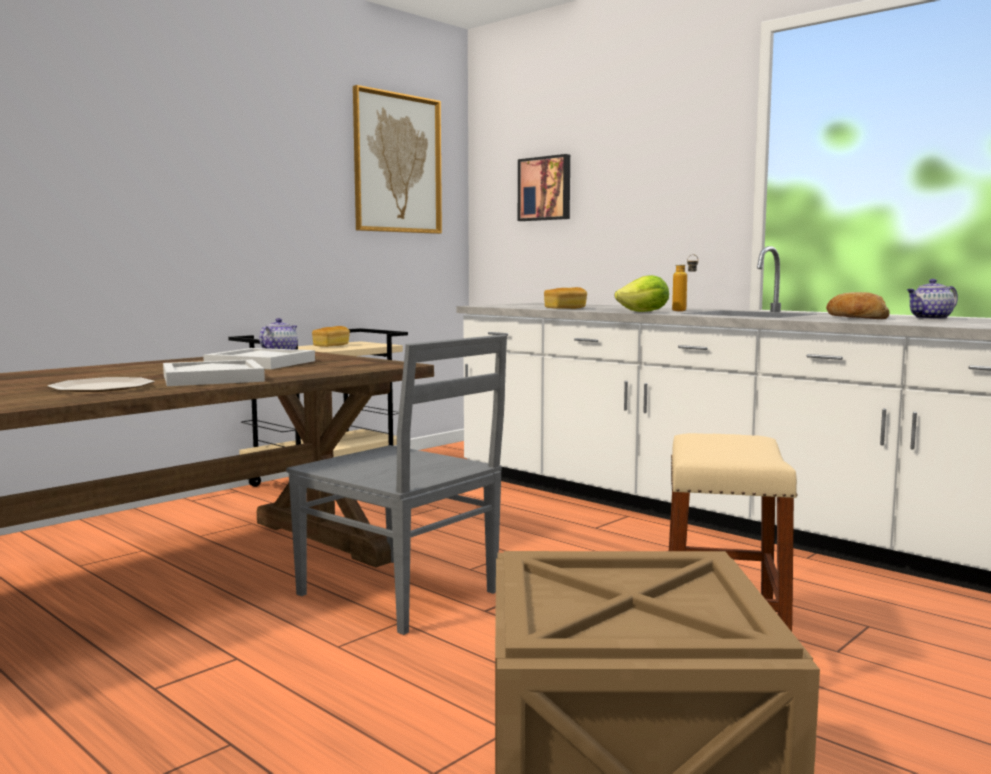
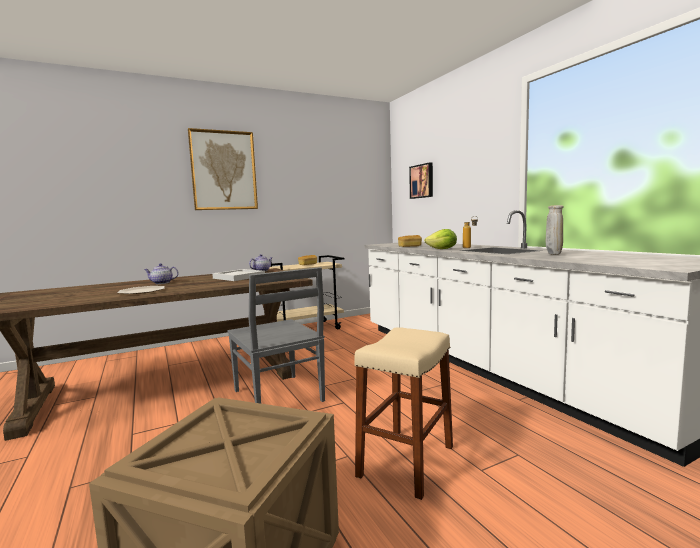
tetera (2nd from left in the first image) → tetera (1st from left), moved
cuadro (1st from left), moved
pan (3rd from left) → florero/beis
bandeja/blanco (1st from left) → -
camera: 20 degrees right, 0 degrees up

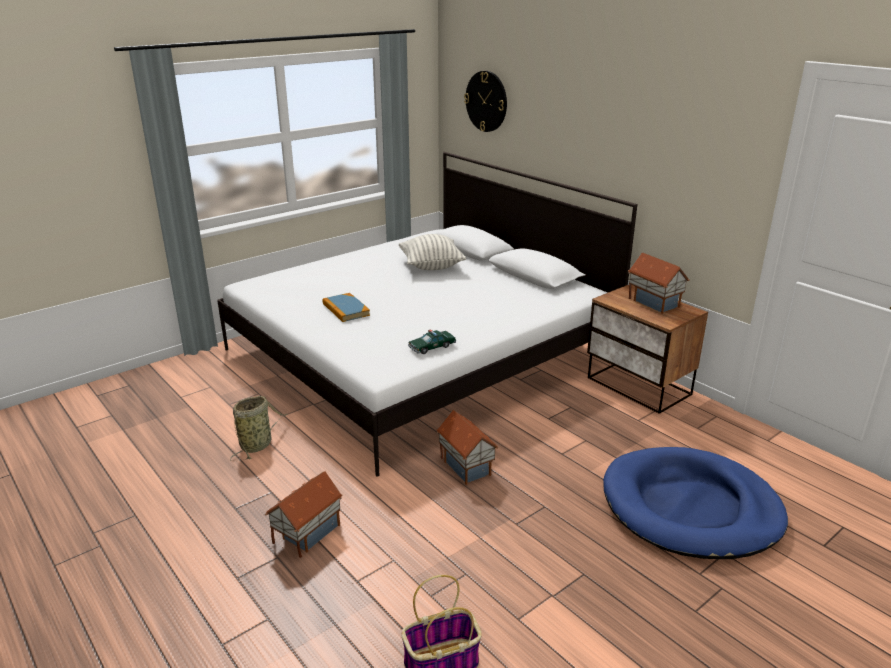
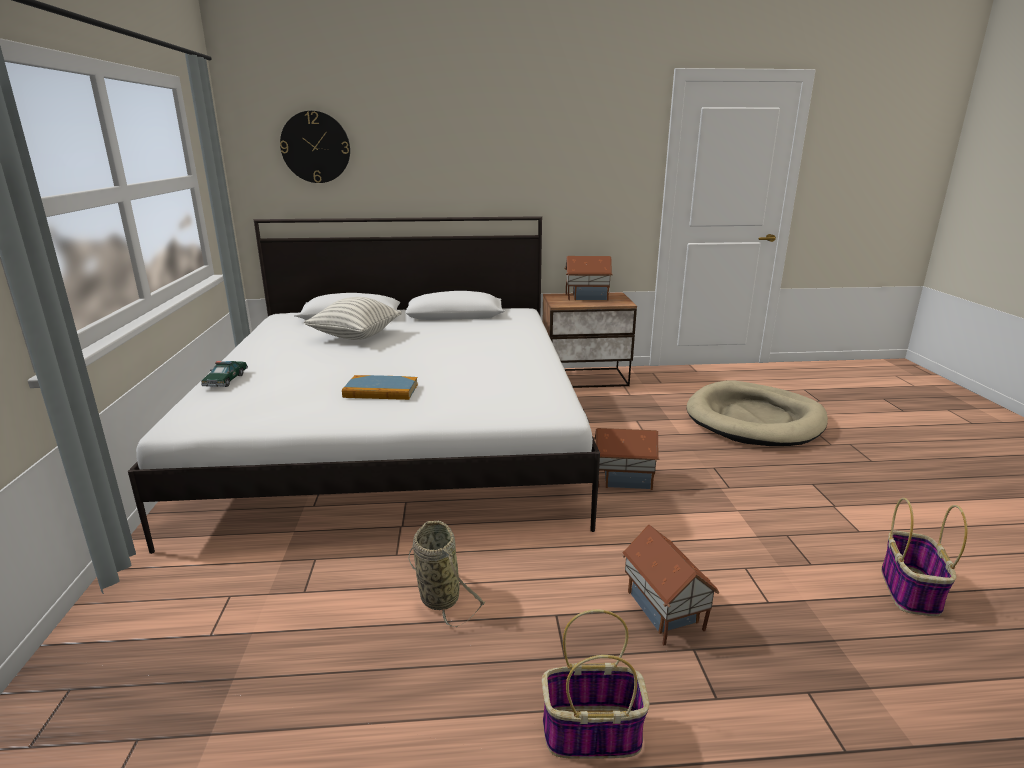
coche de juguete, moved
- → cesta (2nd from left)
cama para perro/azul → cama para perro/beis
camera: 55 degrees left, 5 degrees down

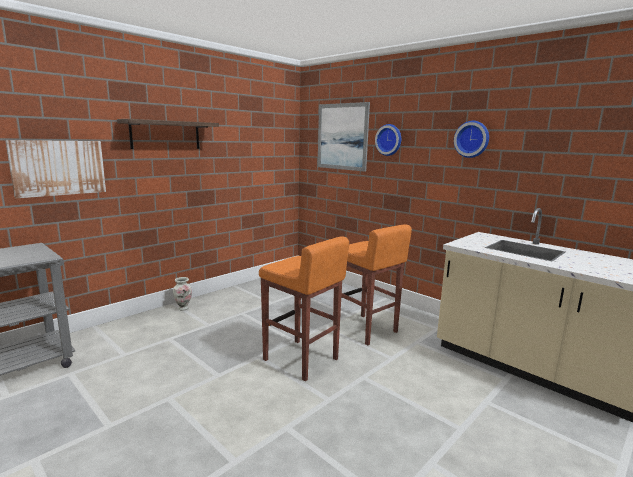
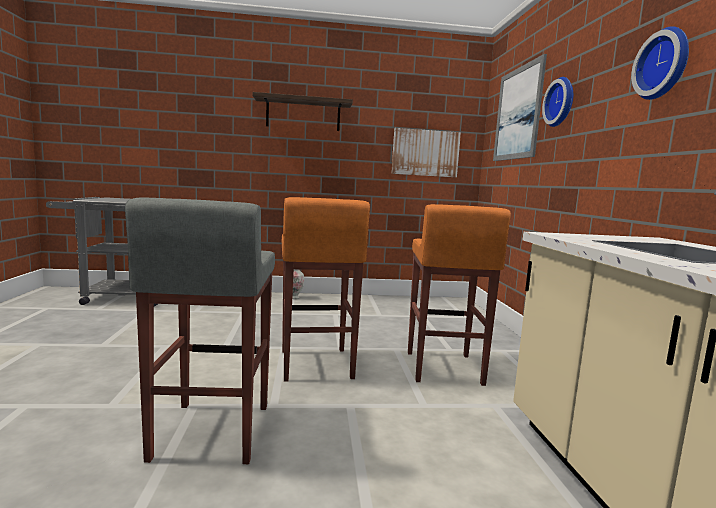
- → taburete/gris
cuadro (1st from left), moved
camera: 40 degrees right, 5 degrees down

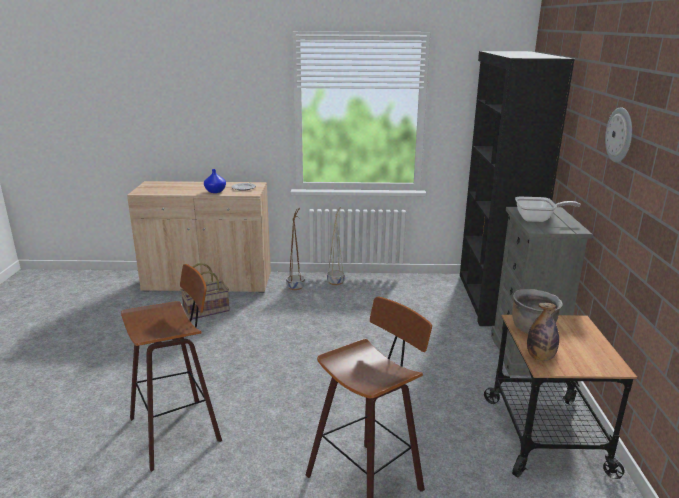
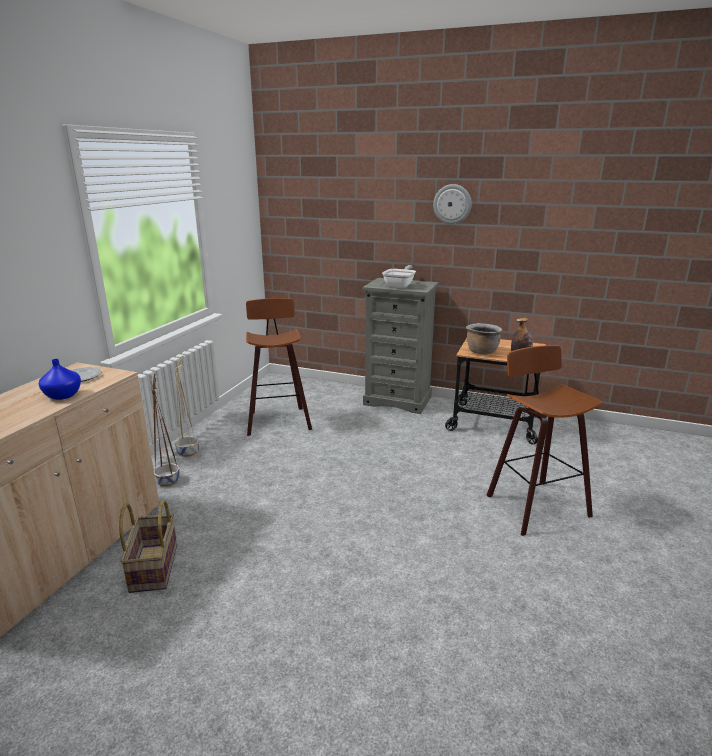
taburete (1st from left), moved
estantería/negro → -
camera: 70 degrees left, 0 degrees up

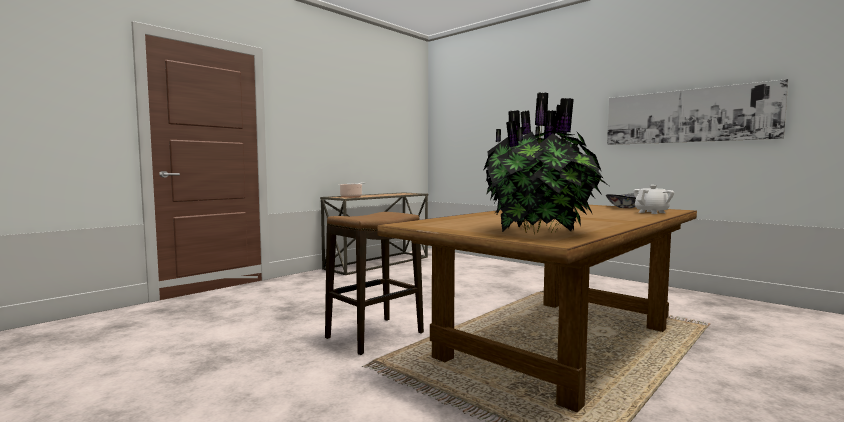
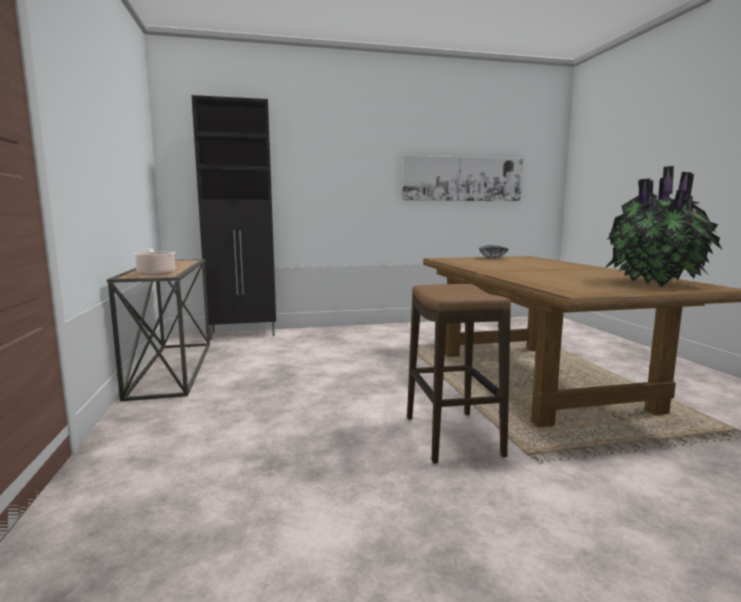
- → armario/negro
tetera/blanco → -
camera: 55 degrees left, 5 degrees up

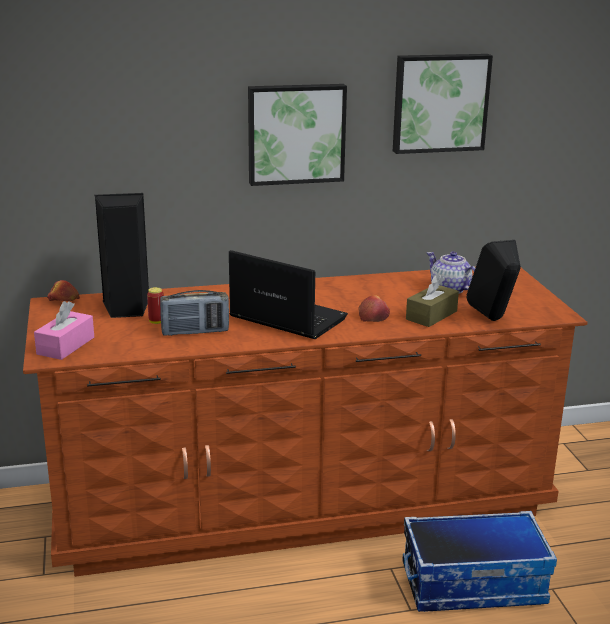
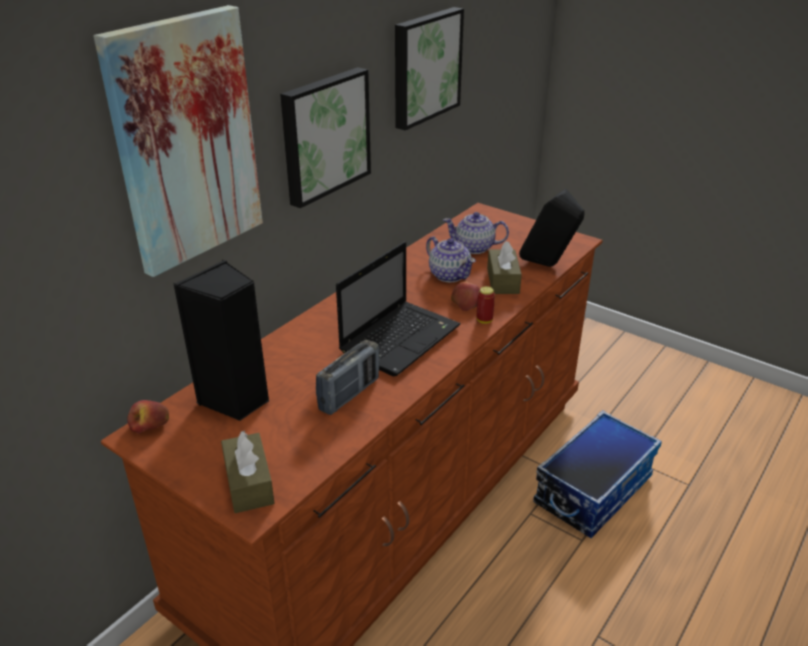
- → cuadro (1st from left)
caja de pañuelos/rosa → caja de pañuelos/marrón (1st from left)
portátil, 135 degrees clockwise
- → tetera (1st from left)
lata, moved
camera: 40 degrees left, 10 degrees up

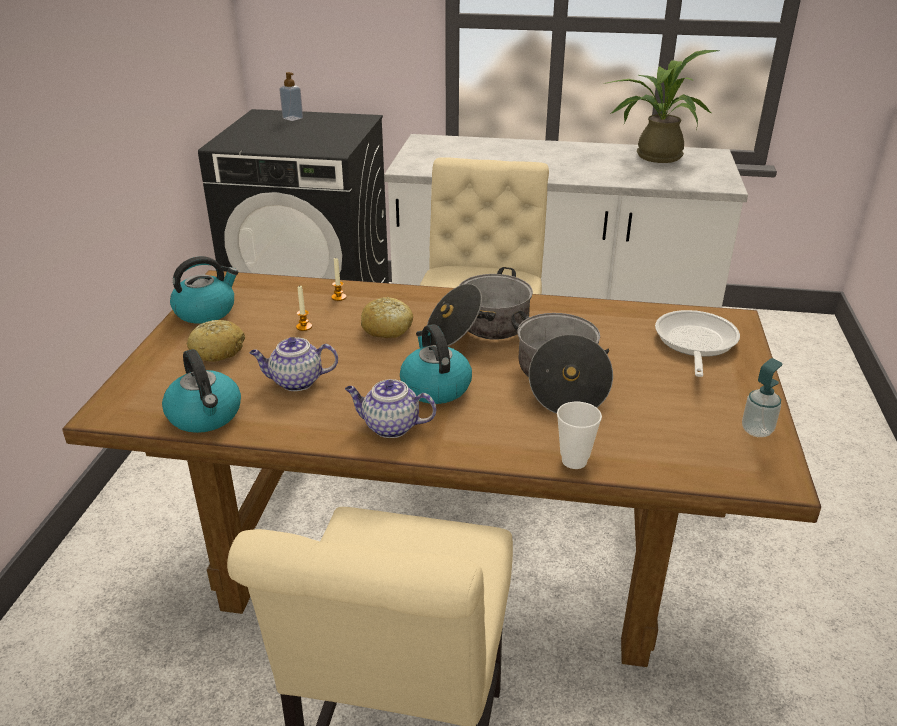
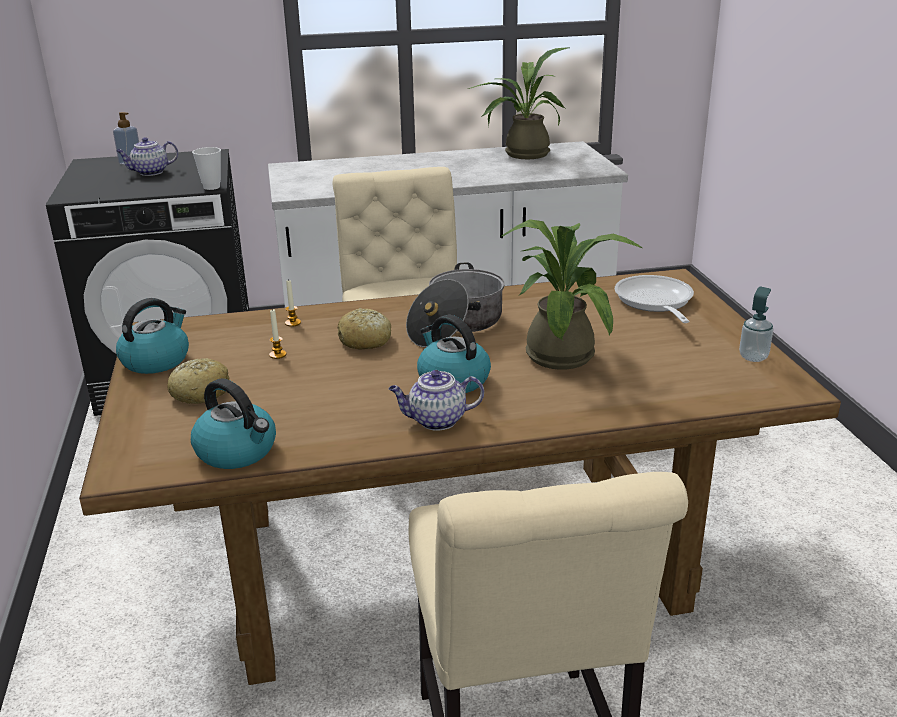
tetera (1st from left), moved
taza, moved
olla (2nd from left) → planta en maceta (2nd from left)
camera: 20 degrees left, 5 degrees down

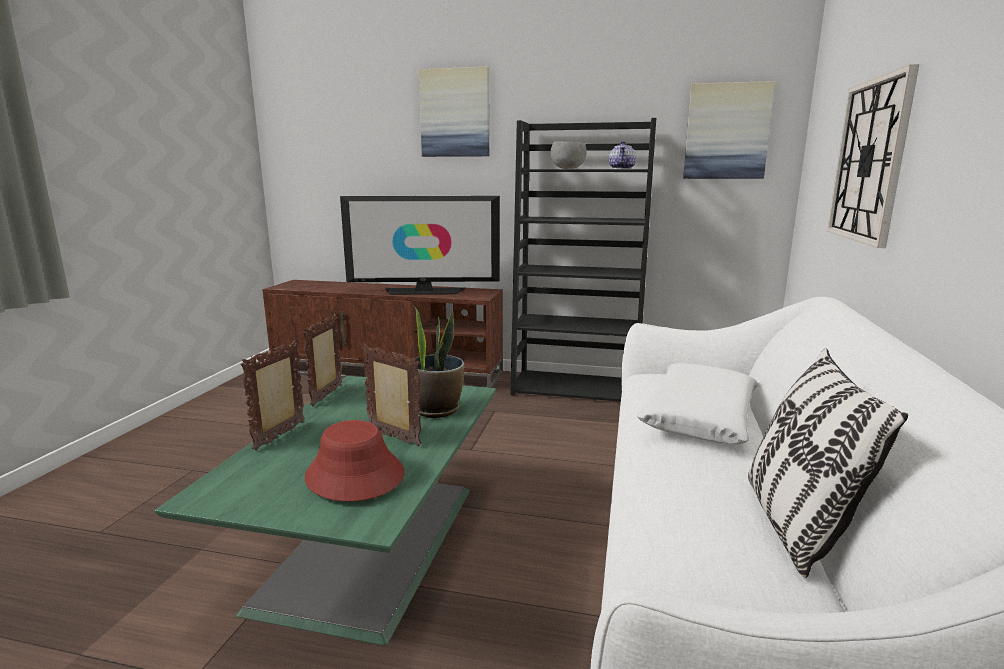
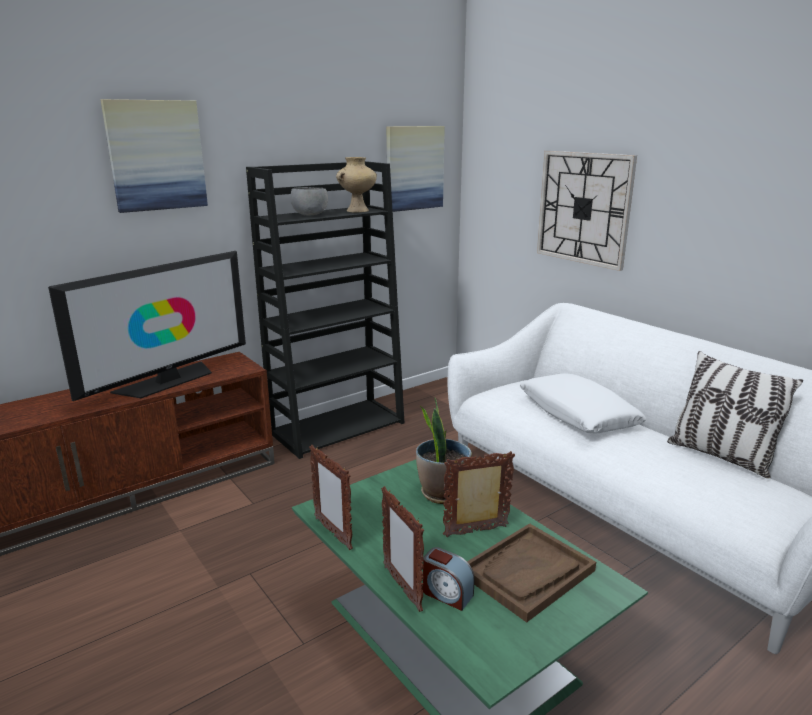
tetera → florero/beis
- → despertador
sombrero/rojo → bandeja/marrón
camera: 50 degrees left, 5 degrees up

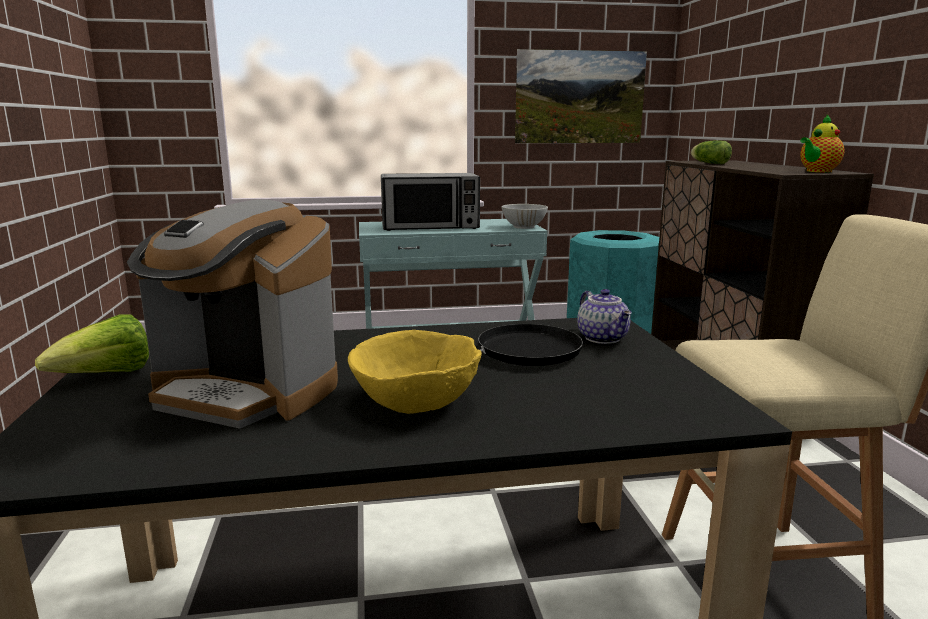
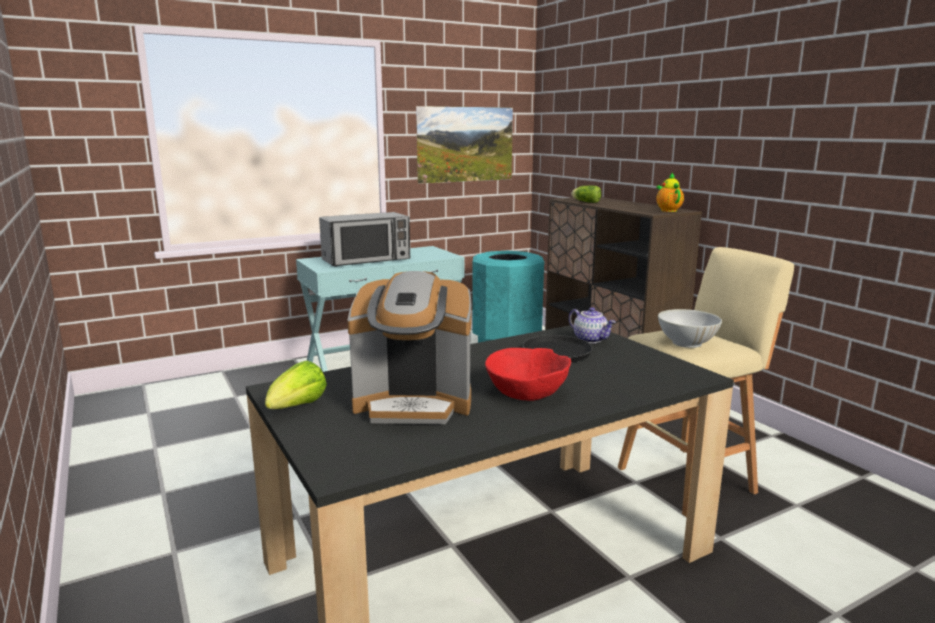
cuenco/amarillo → cuenco/rojo
tetera (2nd from left), 135 degrees clockwise
cuenco/blanco, moved
camera: 20 degrees left, 0 degrees up

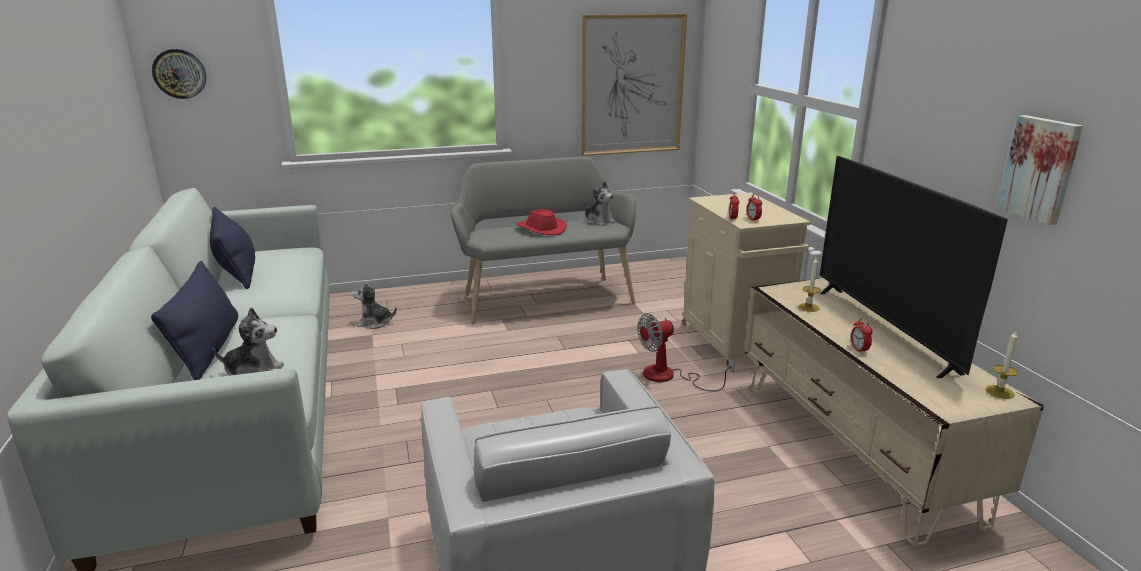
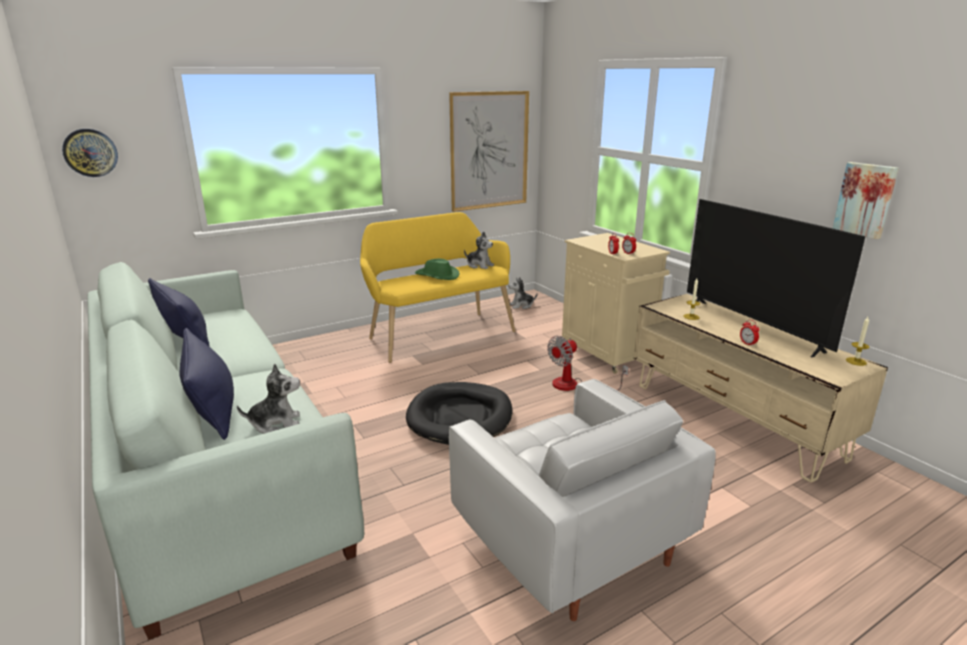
banco/gris → banco/amarillo
- → cama para perro/negro
sombrero/rojo → sombrero/verde
peluche (2nd from left in the first image) → peluche (3rd from left), moved
camera: 15 degrees left, 0 degrees up

